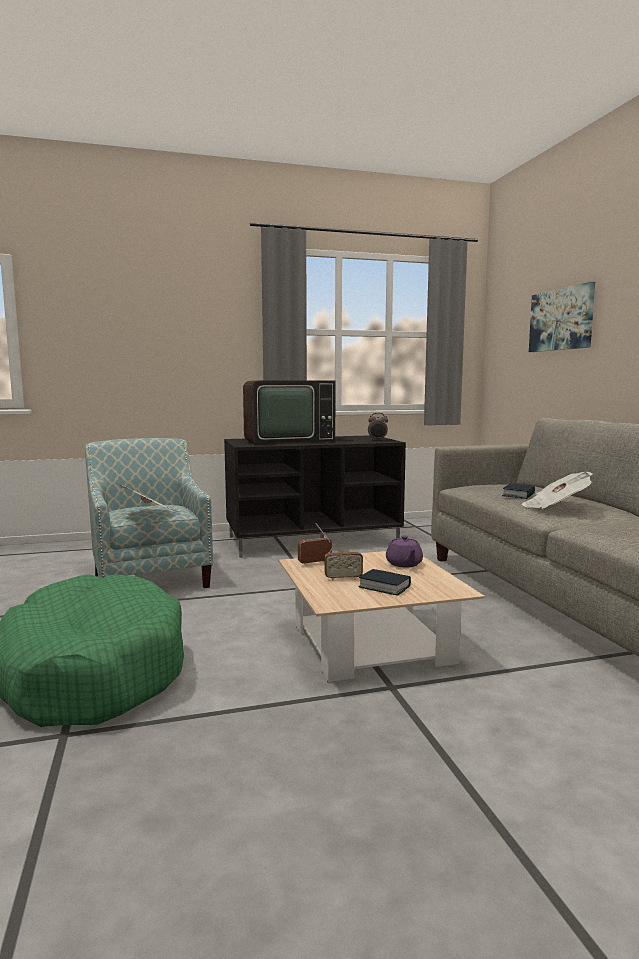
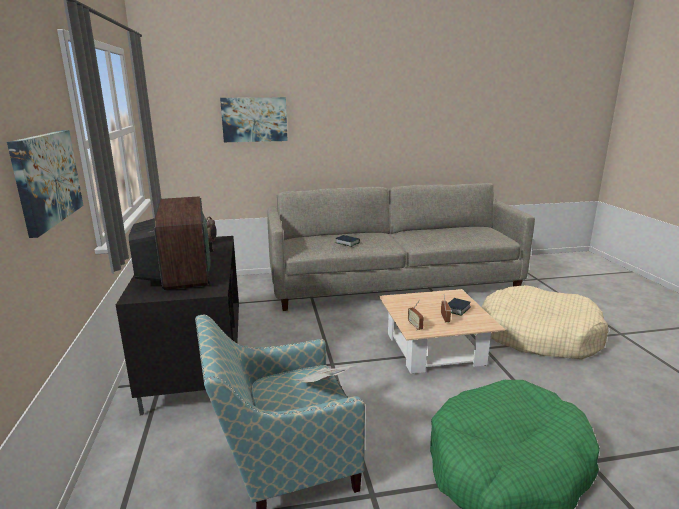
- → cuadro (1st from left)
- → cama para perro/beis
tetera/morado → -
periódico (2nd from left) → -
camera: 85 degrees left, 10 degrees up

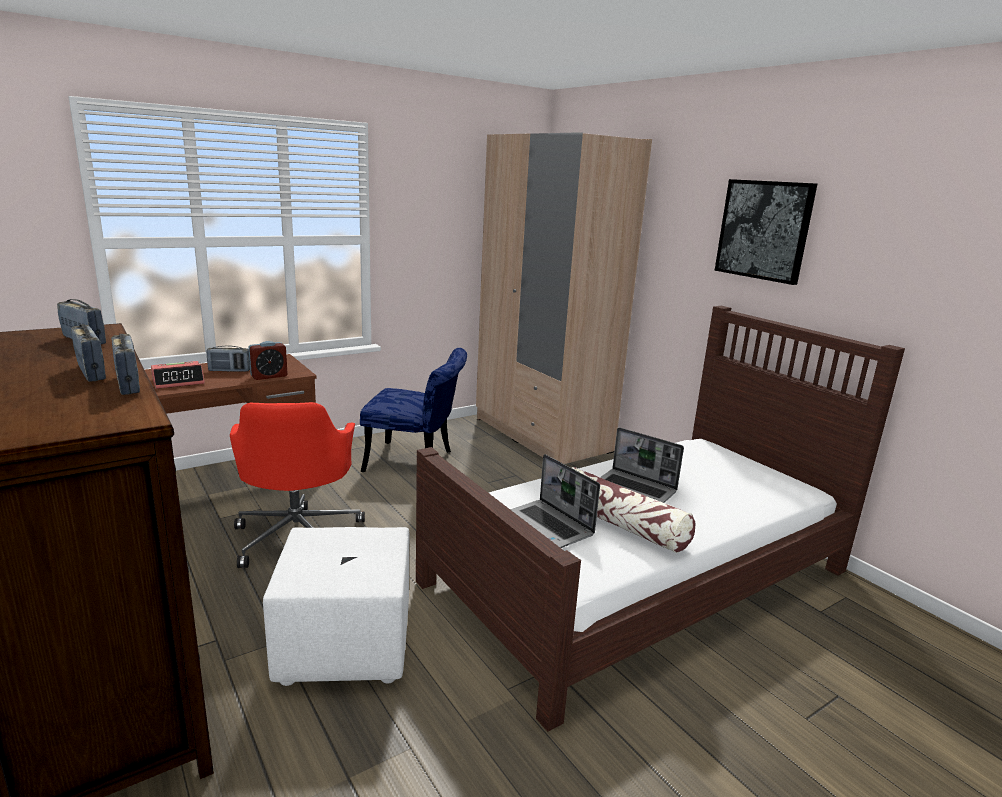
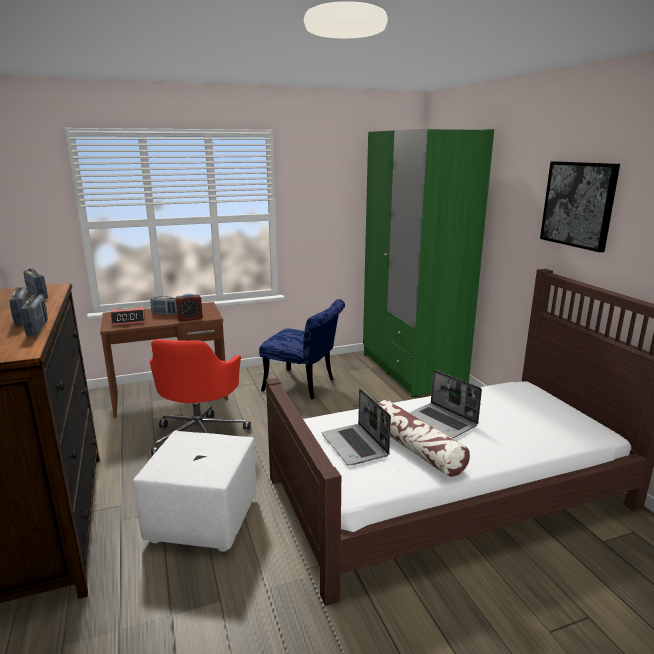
armario ropero/beis → armario ropero/verde
camera: 15 degrees right, 0 degrees up

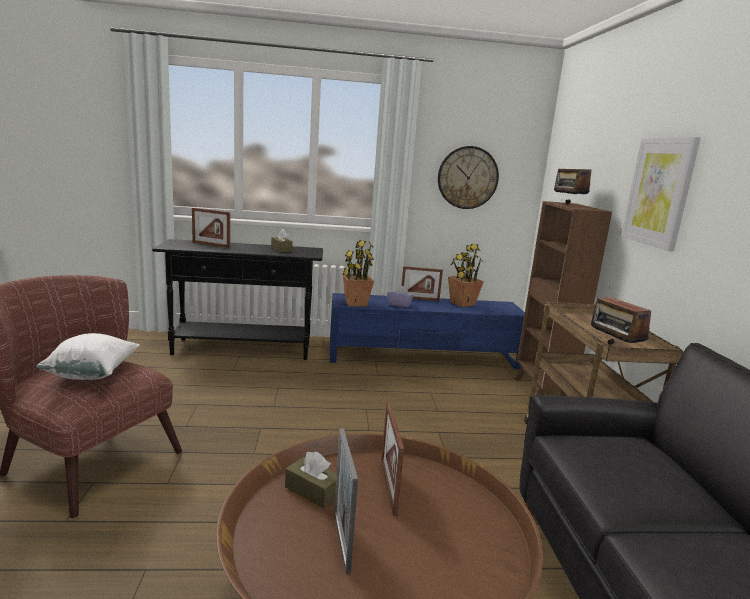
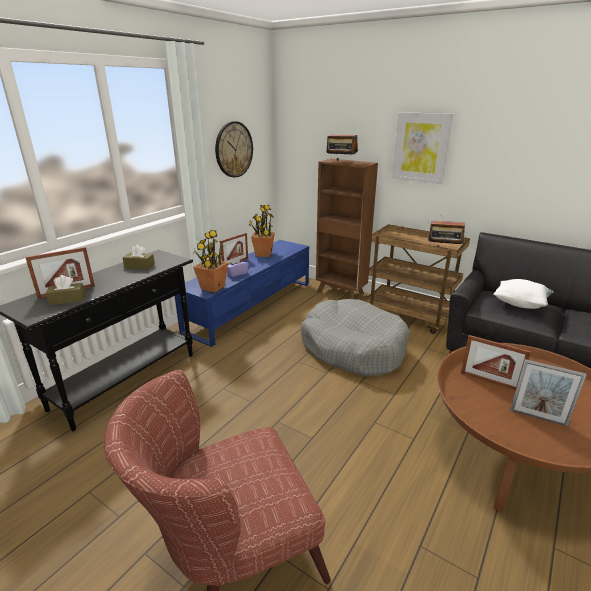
caja de pañuelos/marrón (2nd from left in the first image) → caja de pañuelos/marrón (1st from left), moved
- → cama para perro/gris
cojín/blanco, moved
camera: 50 degrees left, 10 degrees up

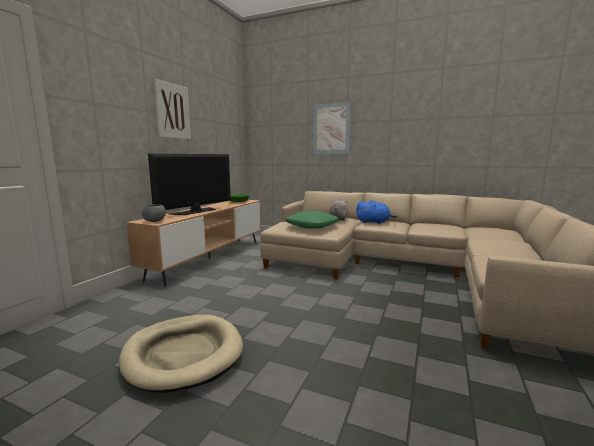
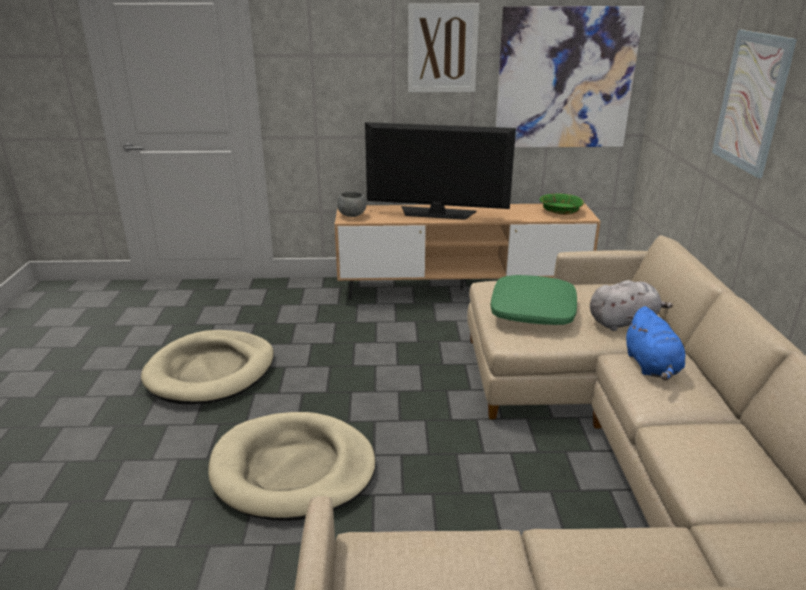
- → cama para perro/beis (2nd from left)
- → cuadro (2nd from left)
camera: 65 degrees right, 15 degrees up

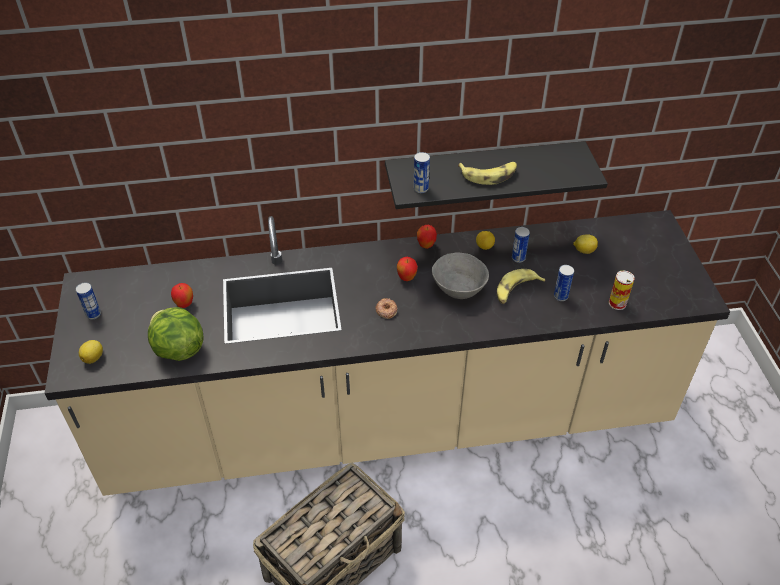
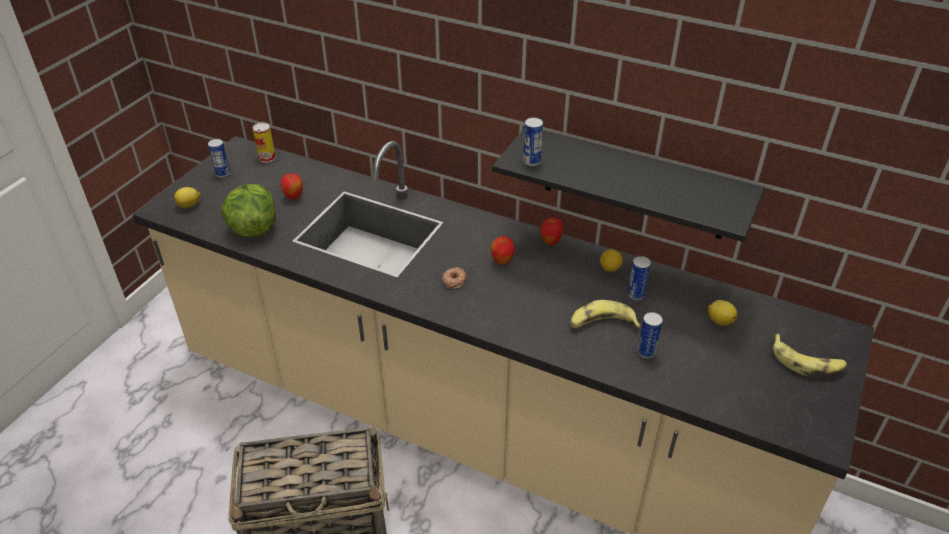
lata (5th from left in the first image) → lata (2nd from left), moved
plátano (1st from left in the first image) → plátano (2nd from left), moved
cuenco/gris → -
camera: 35 degrees right, 5 degrees down

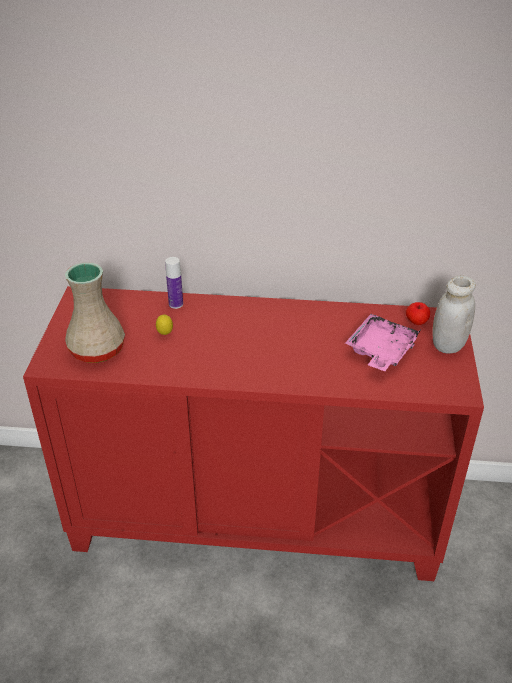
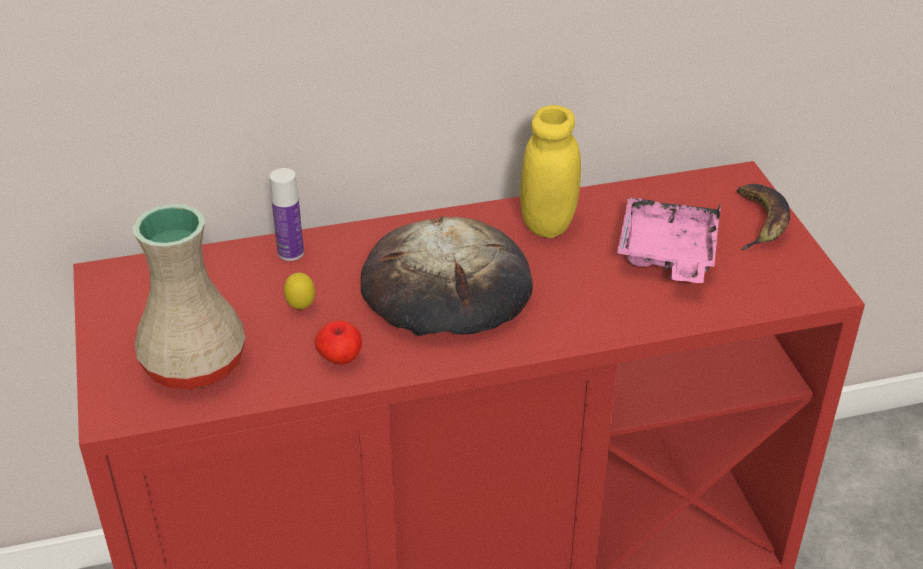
manzana, moved
- → pan
- → tarro/amarillo
tarro/blanco → plátano
camera: 20 degrees left, 0 degrees up

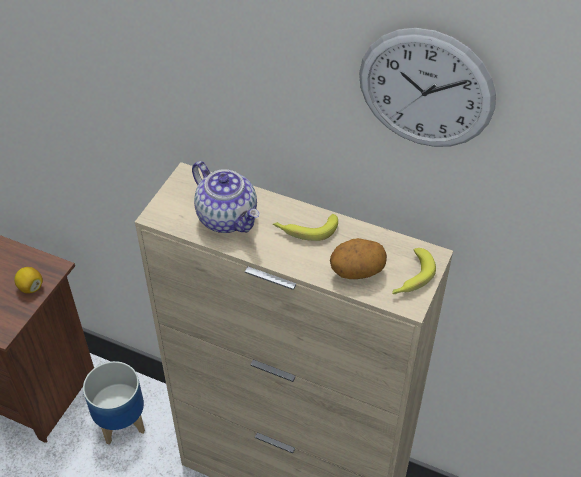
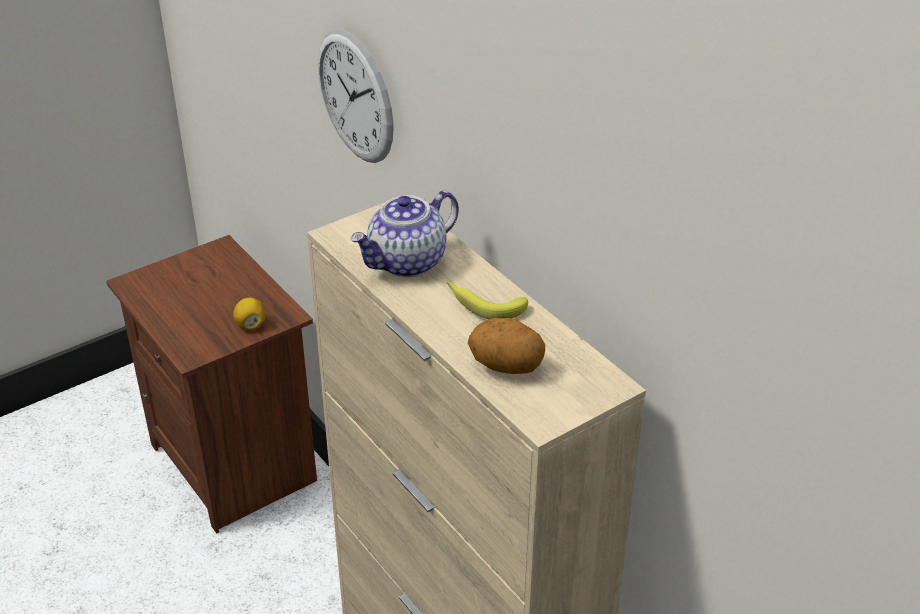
reloj de pared, moved
tetera, 60 degrees clockwise
maceta → -
plátano (2nd from left) → -
camera: 30 degrees right, 10 degrees down

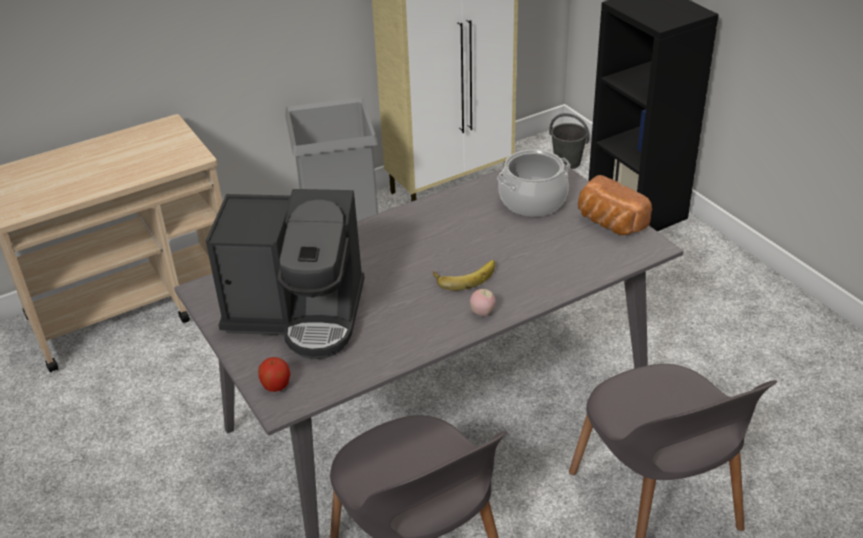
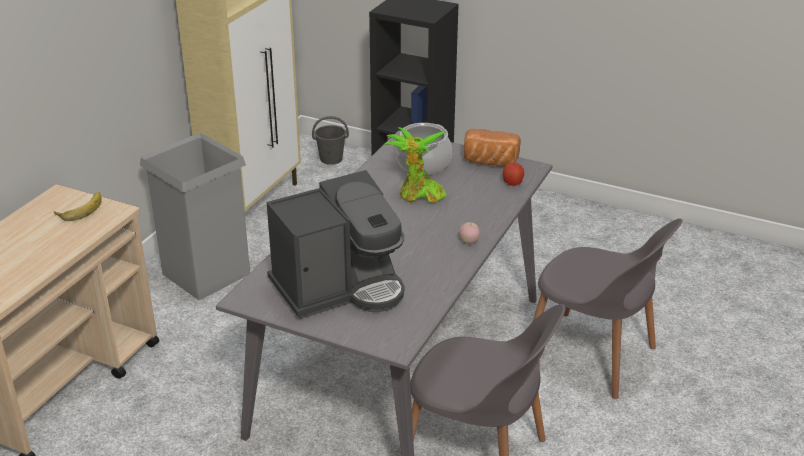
plátano, moved
- → planta en maceta
manzana (1st from left in the first image) → manzana (2nd from left), moved
camera: 35 degrees left, 5 degrees down

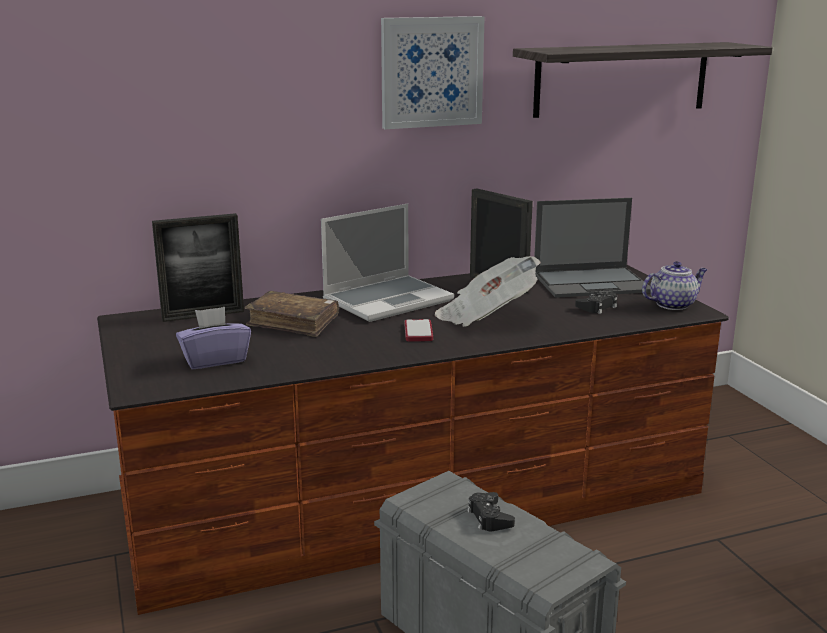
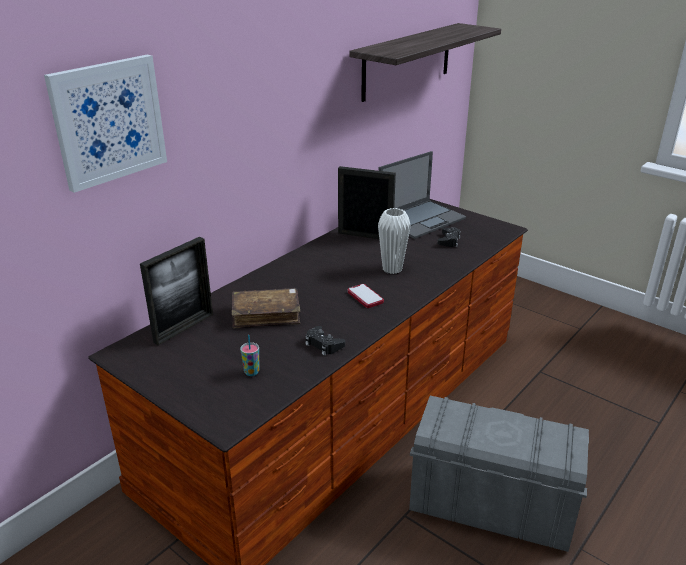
cuadro, moved
caja de pañuelos/morado → taza
mando de consola/negro (1st from left), moved
periódico → florero/blanco
portátil (1st from left) → -
tetera → -
camera: 30 degrees left, 10 degrees up

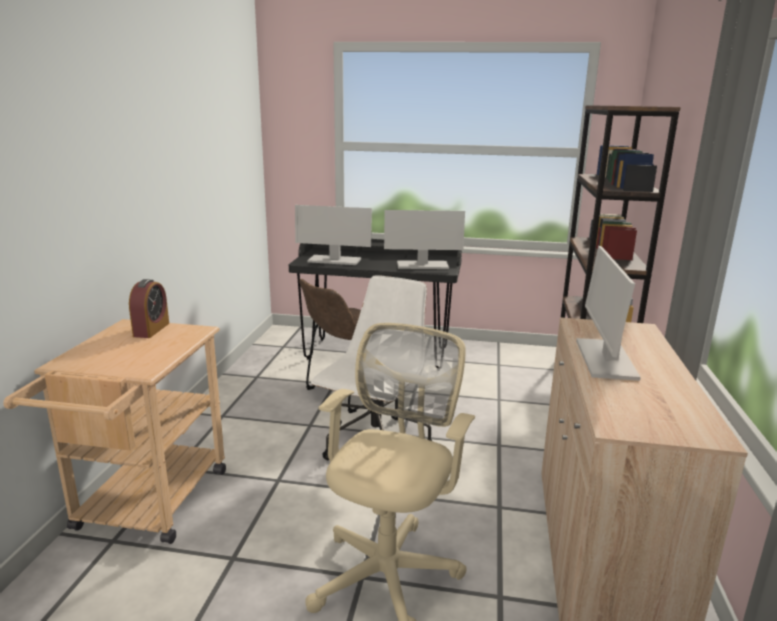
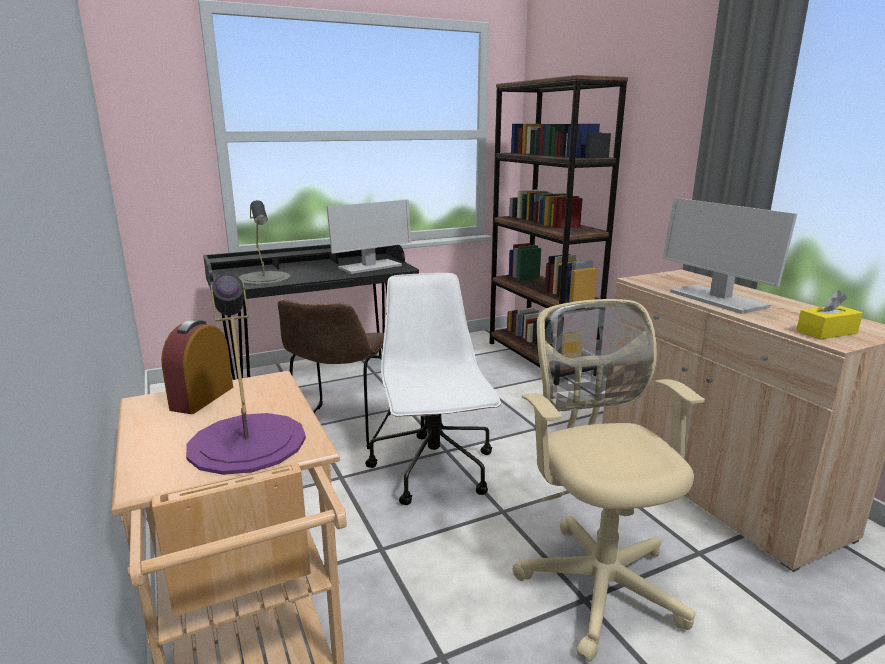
despertador, 135 degrees counterclockwise
- → lámpara de mesa/morado
monitor (1st from left) → lámpara de mesa/gris
- → caja de pañuelos/amarillo
camera: 35 degrees left, 0 degrees up

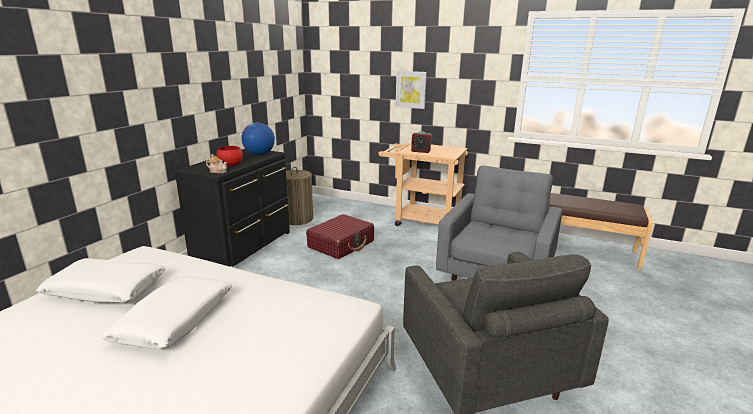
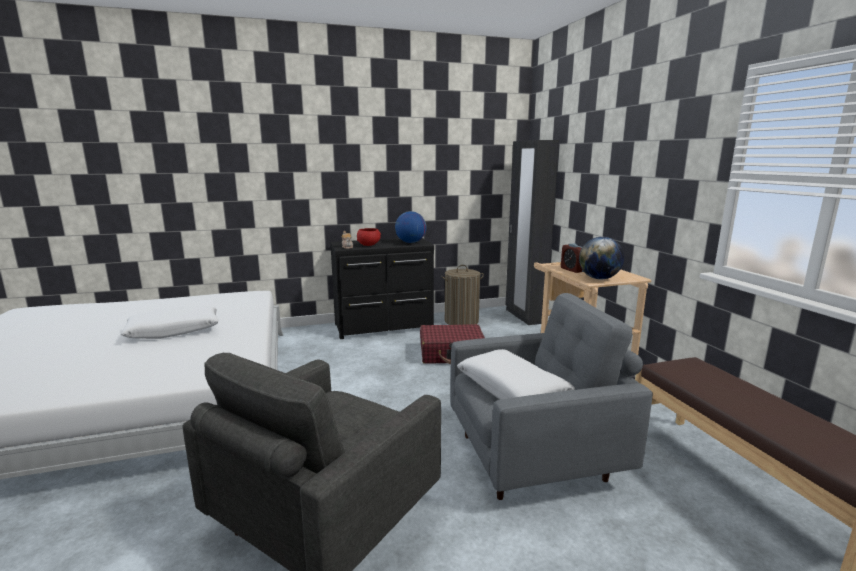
cojín/blanco (1st from left in the first image) → cojín/blanco (2nd from left), moved
- → armario ropero/negro
- → globo terráqueo (2nd from left)
cuadro → -
camera: 50 degrees right, 5 degrees down

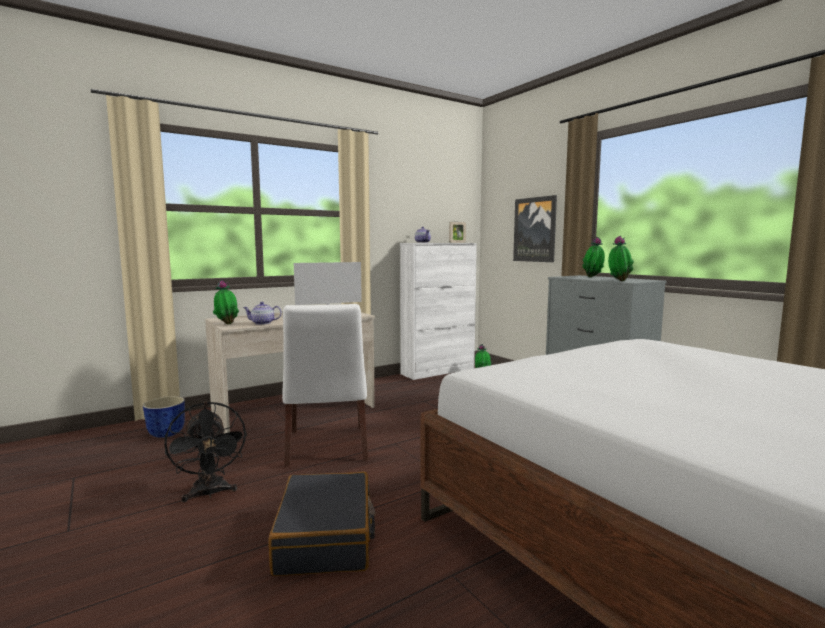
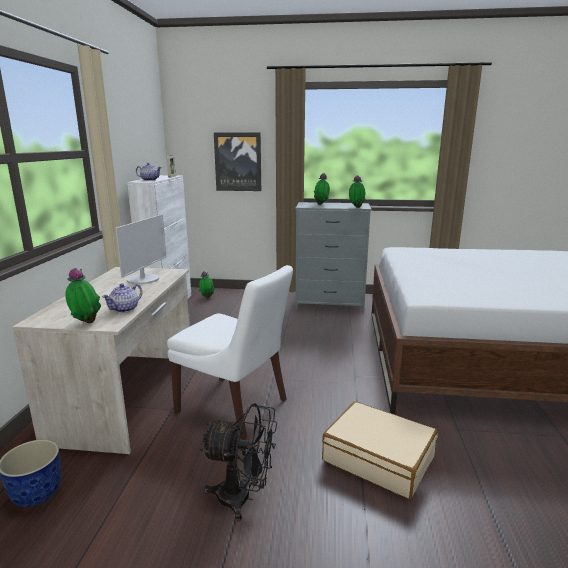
maleta/negro → maleta/beis
camera: 50 degrees left, 10 degrees up

